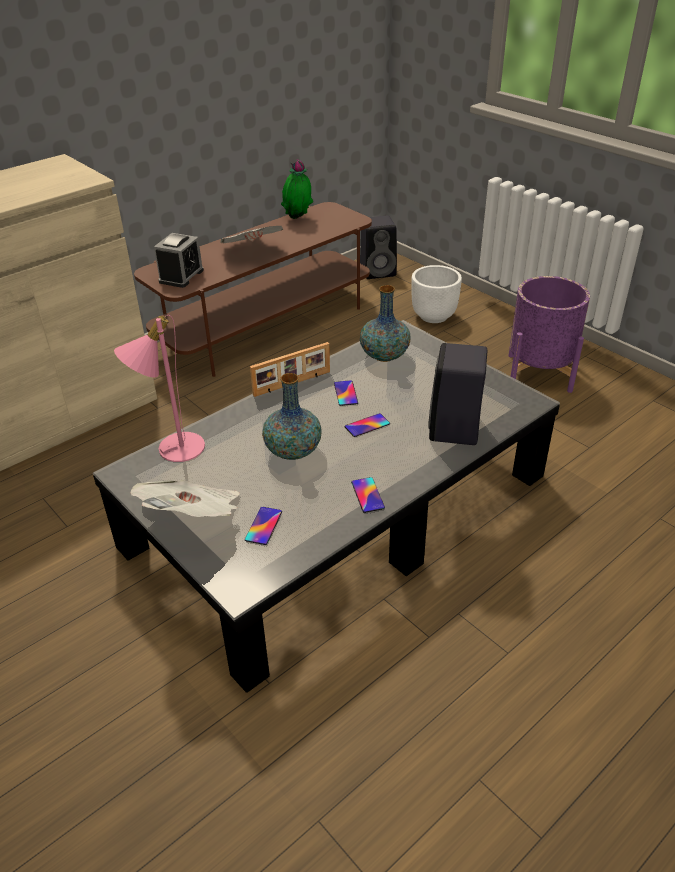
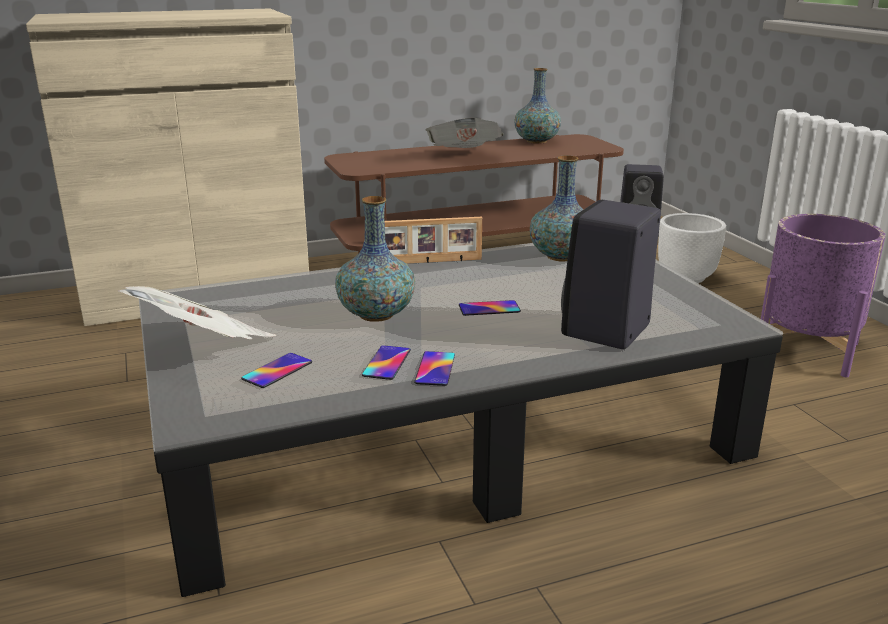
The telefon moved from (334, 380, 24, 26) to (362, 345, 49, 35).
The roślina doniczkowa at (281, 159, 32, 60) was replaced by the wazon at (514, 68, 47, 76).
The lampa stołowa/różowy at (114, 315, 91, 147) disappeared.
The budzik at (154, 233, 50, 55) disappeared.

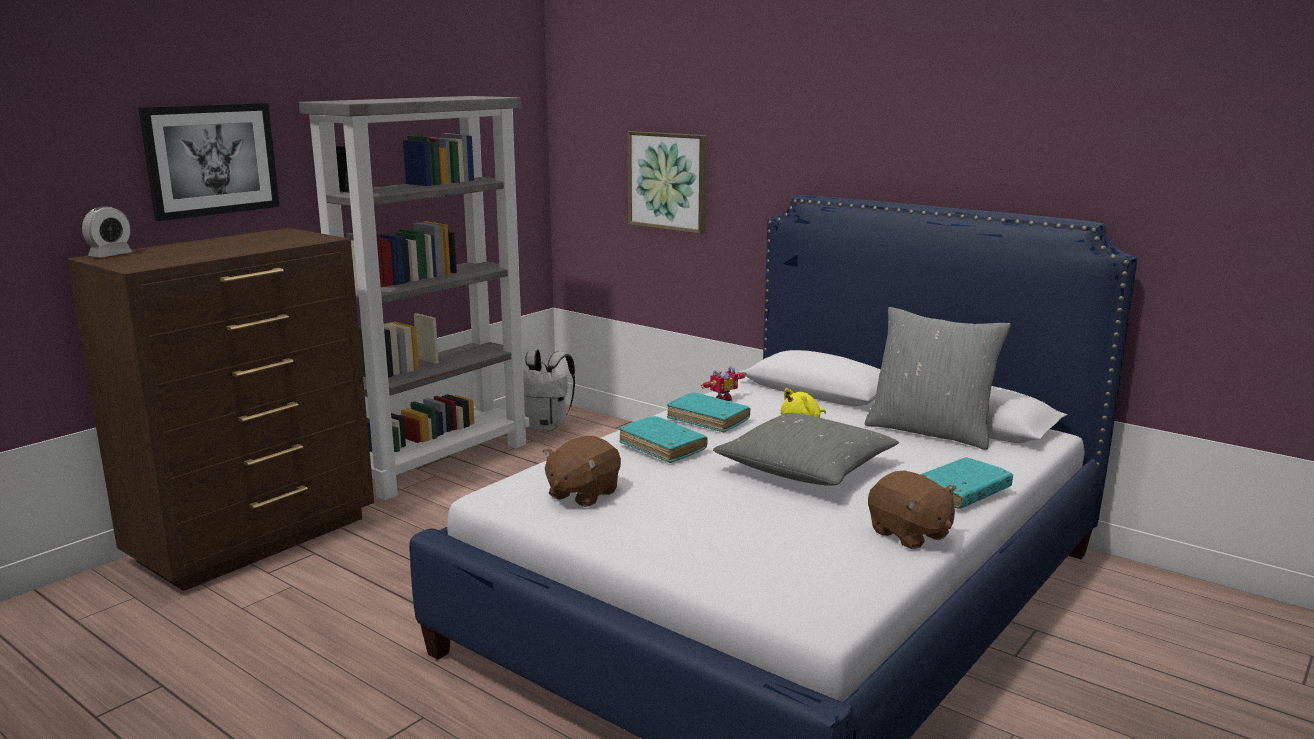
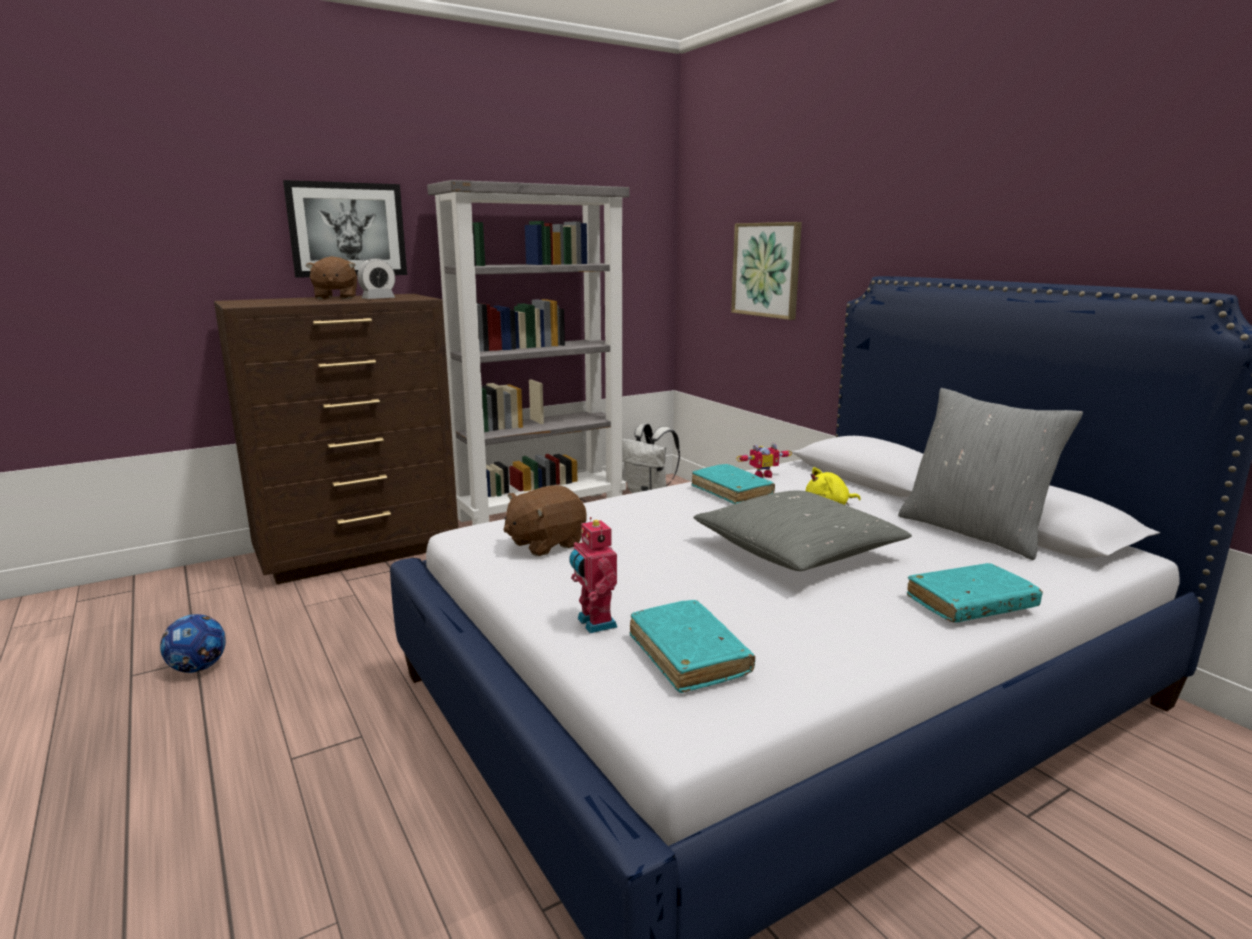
The piłka futbolowa at (160, 614, 66, 59) appeared.
The pluszak/brązowy moved from (868, 471, 89, 78) to (305, 256, 52, 44).
The budzik moved from (82, 206, 51, 51) to (357, 258, 38, 41).
The robot zabawkowy at (569, 517, 48, 116) appeared.
The książka/turkusowy moved from (619, 416, 89, 47) to (630, 600, 125, 93).

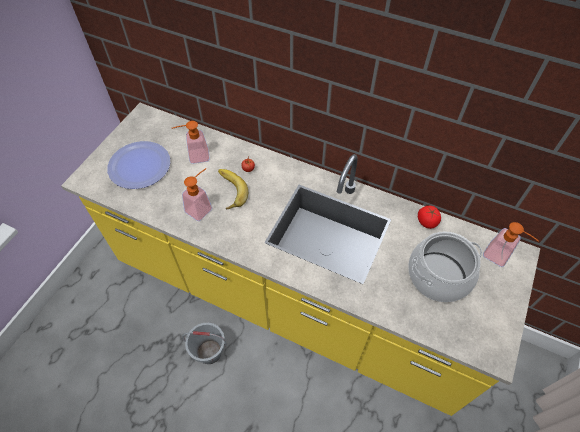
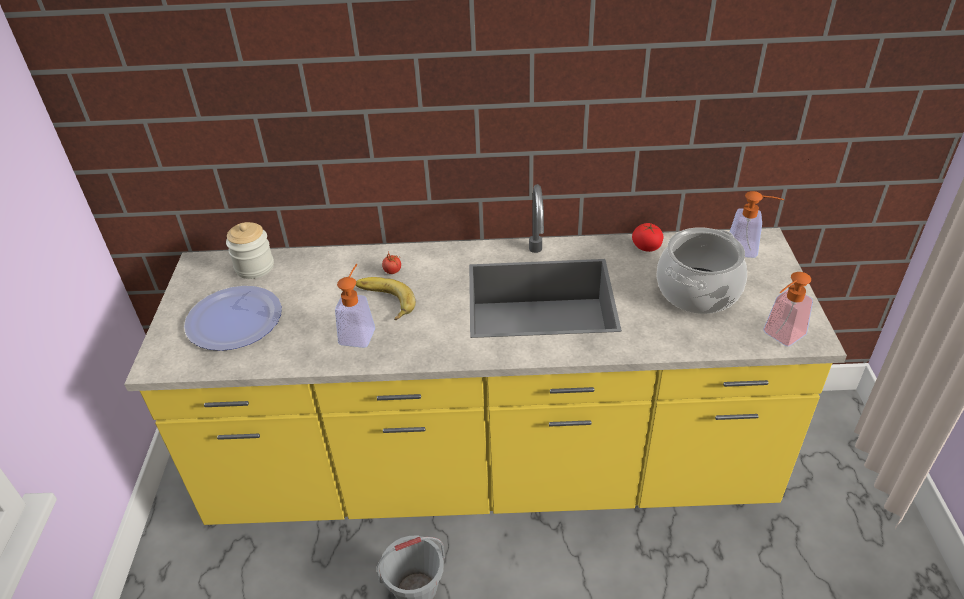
The słoik at (226, 222, 48, 57) appeared.
The dozownik mydła moved from (172, 121, 38, 43) to (763, 272, 50, 75).

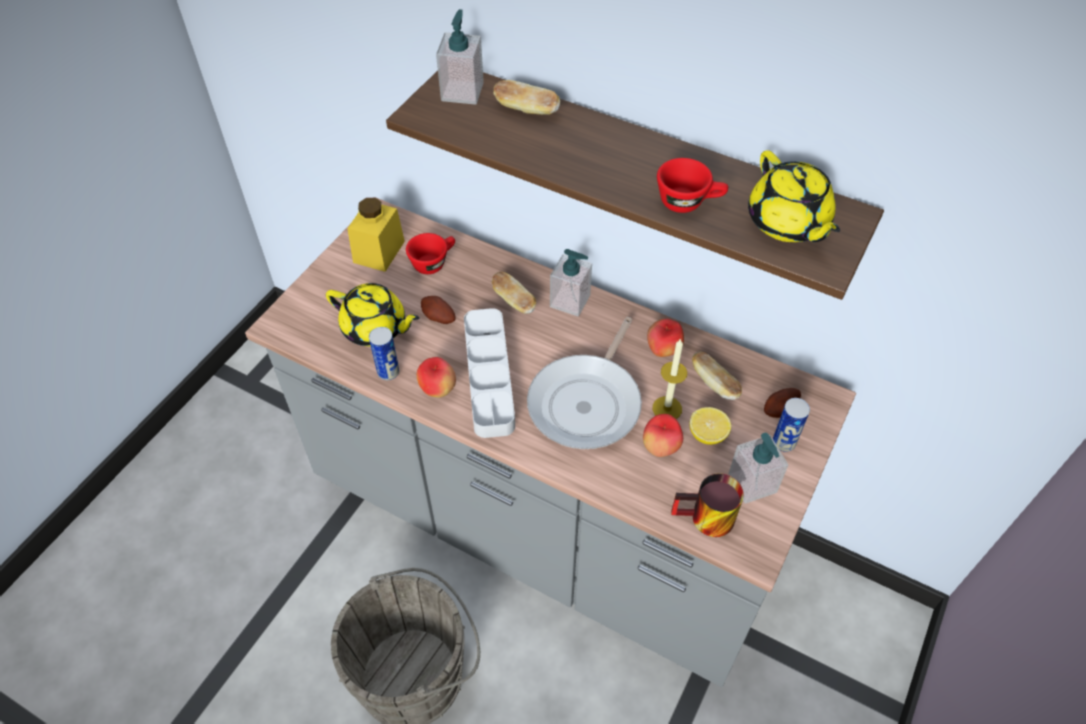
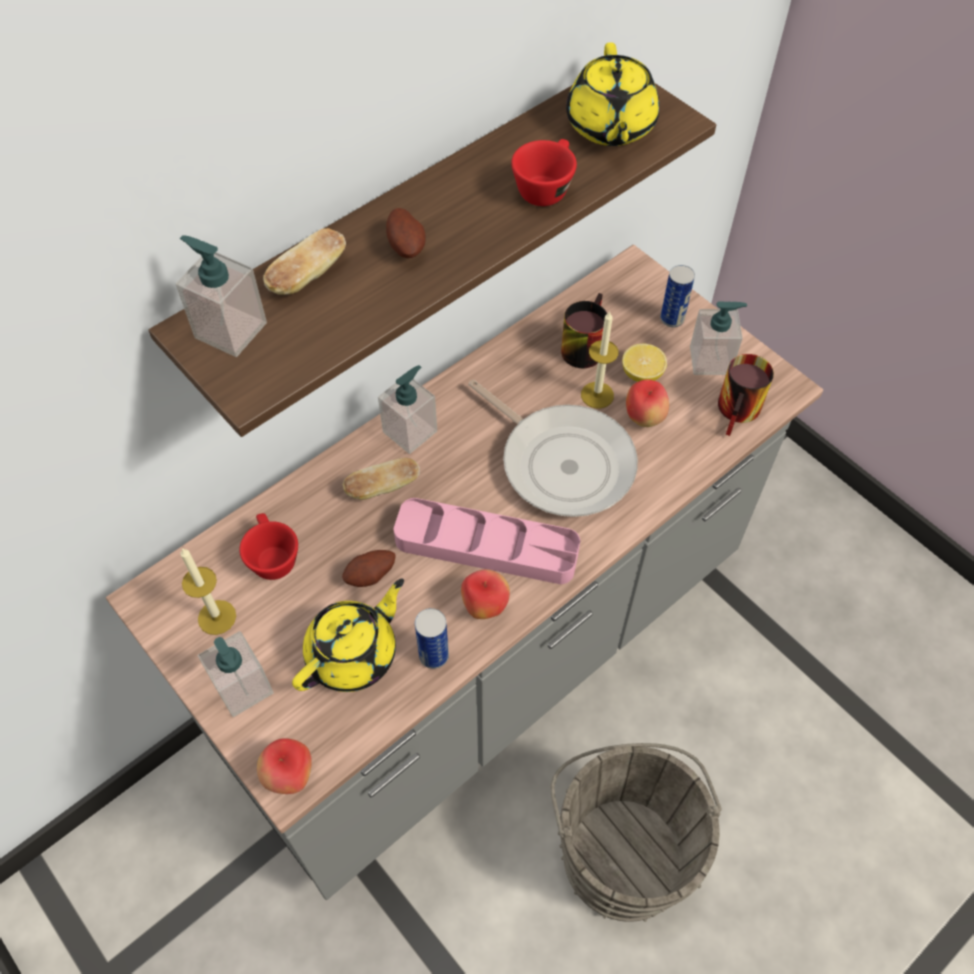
The słoik/żółty at (347, 198, 58, 74) was replaced by the świeca at (180, 548, 56, 87).
The dozownik mydła at (198, 631, 76, 86) appeared.
The jabłko moved from (647, 319, 37, 38) to (257, 738, 55, 56).
The ziemniak moved from (764, 388, 37, 30) to (386, 208, 40, 50).
The taca/szary at (464, 308, 51, 130) became the taca/różowy at (394, 498, 187, 86).
The chleb at (692, 351, 50, 49) was replaced by the kubek at (561, 293, 46, 75).
The imbryk/żółty at (748, 150, 92, 92) turned 90 degrees clockwise.

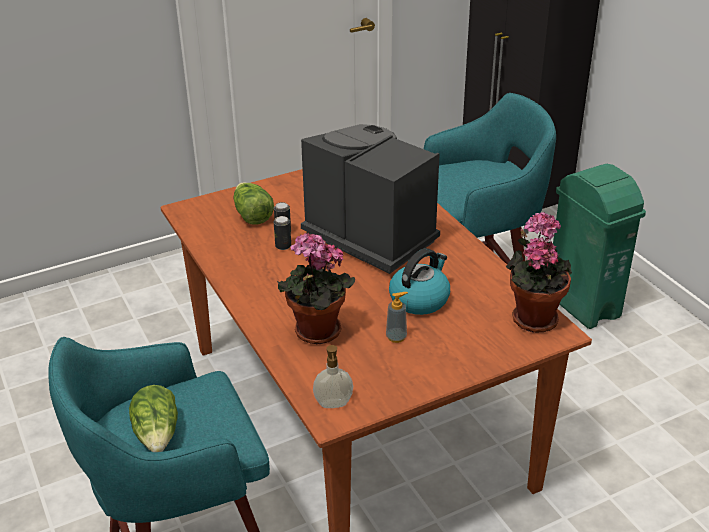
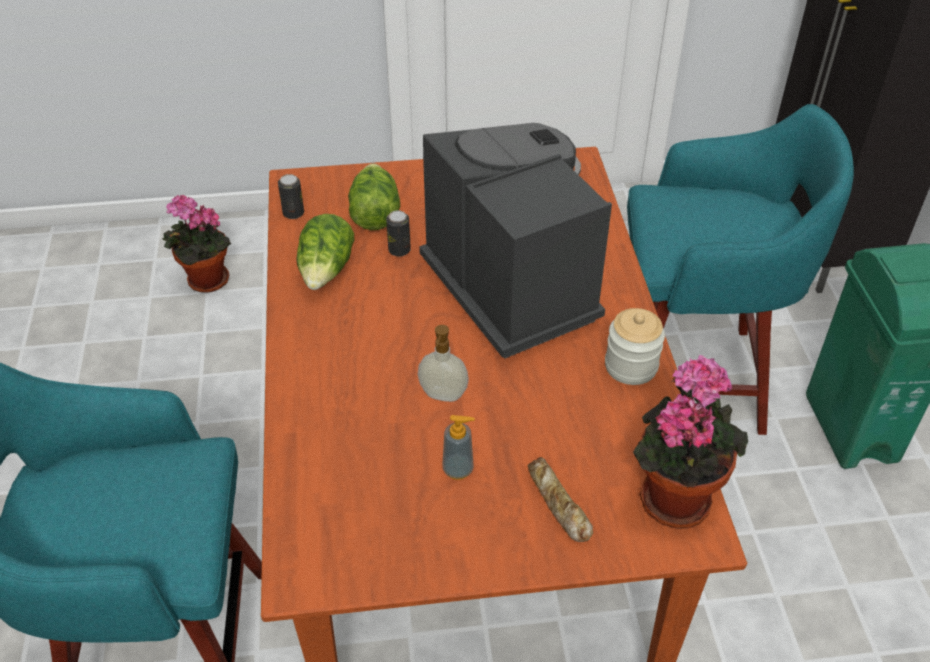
The roślina doniczkowa moved from (277, 233, 78, 112) to (162, 195, 69, 97).
The puszka moved from (274, 216, 17, 34) to (278, 174, 26, 45).
The sałata moved from (129, 385, 49, 67) to (296, 214, 58, 76).
The dozownik mydła moved from (313, 345, 40, 63) to (417, 325, 52, 77).
The chleb at (528, 457, 65, 85) appeared.
The słoik at (605, 308, 60, 77) appeared.
The czajnik at (389, 248, 61, 67) disappeared.

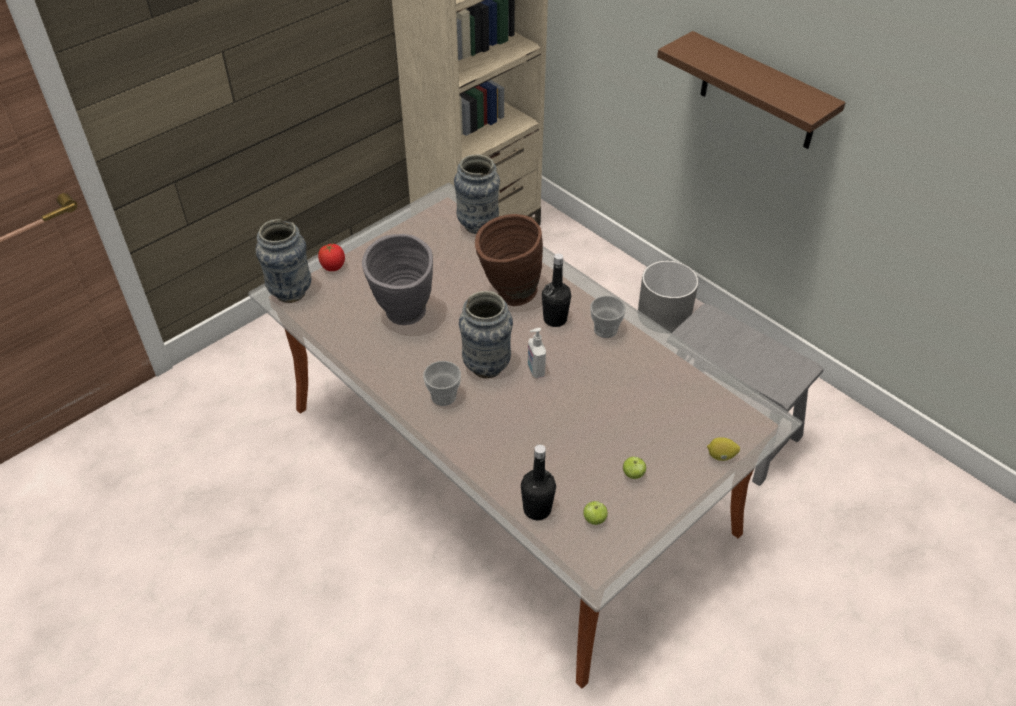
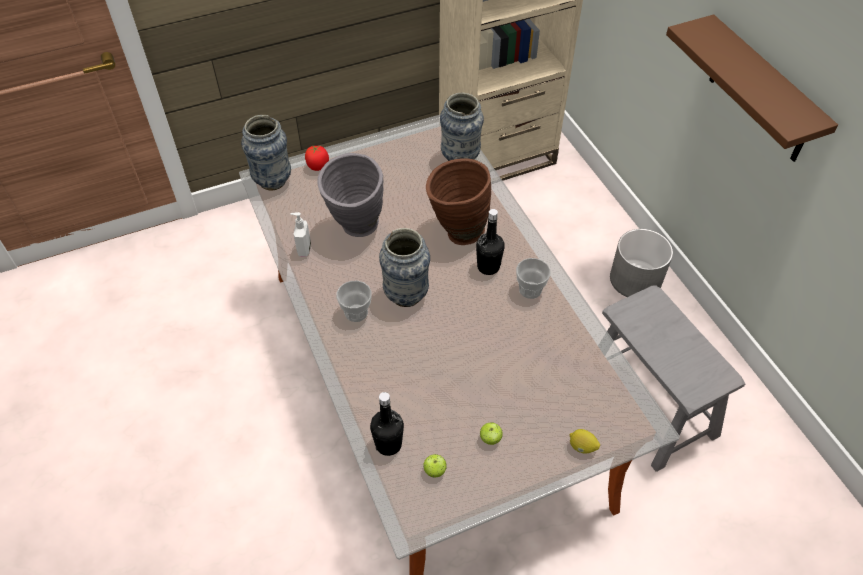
The dozownik mydła moved from (528, 328, 18, 50) to (290, 212, 21, 45).

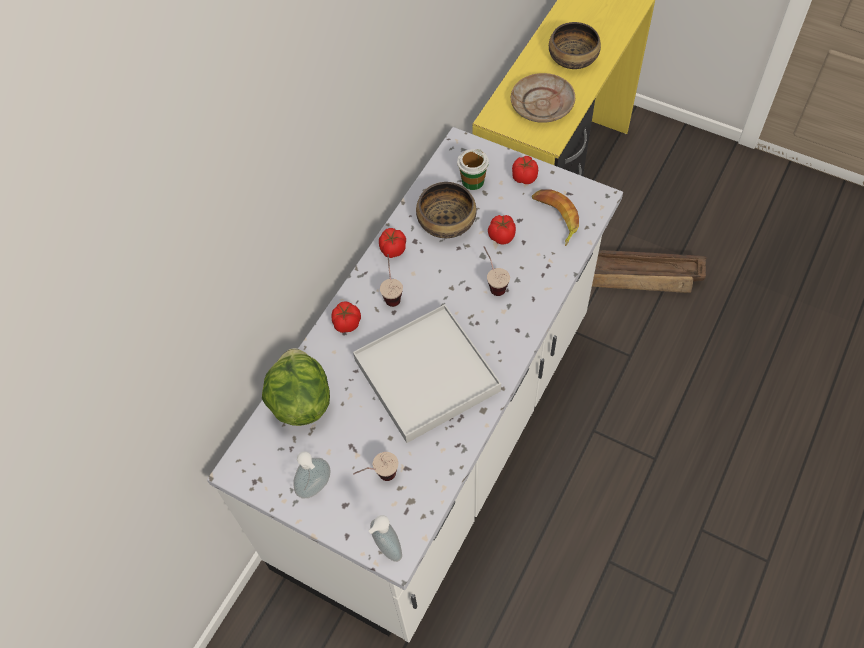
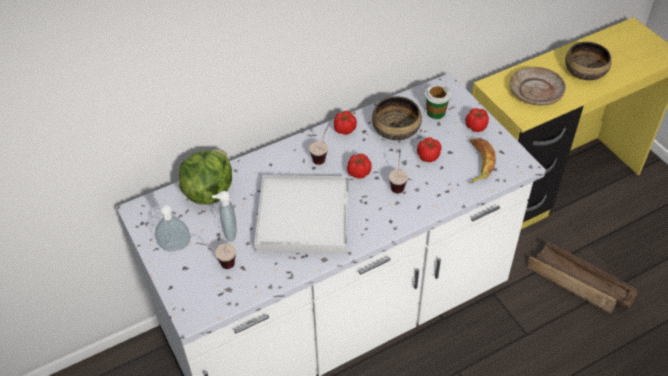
The dozownik mydła moved from (368, 515, 34, 47) to (212, 191, 25, 51).
The pomidor moved from (331, 301, 30, 32) to (347, 154, 25, 25).

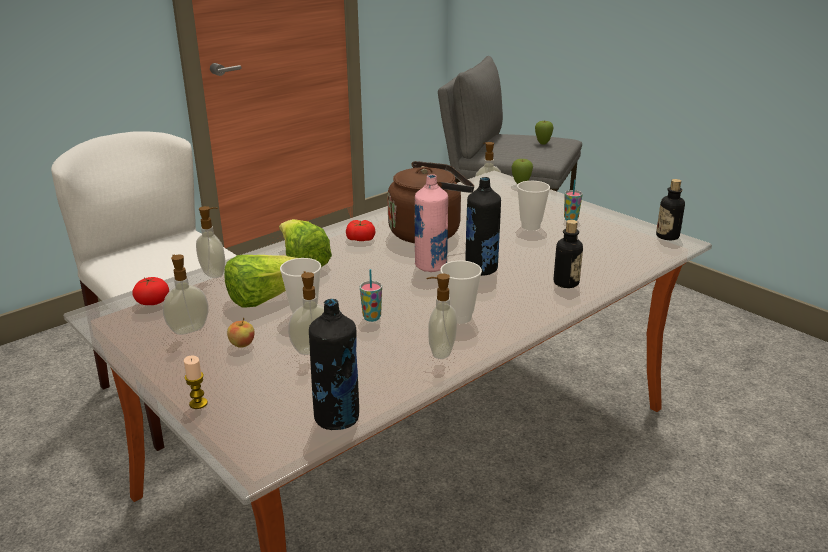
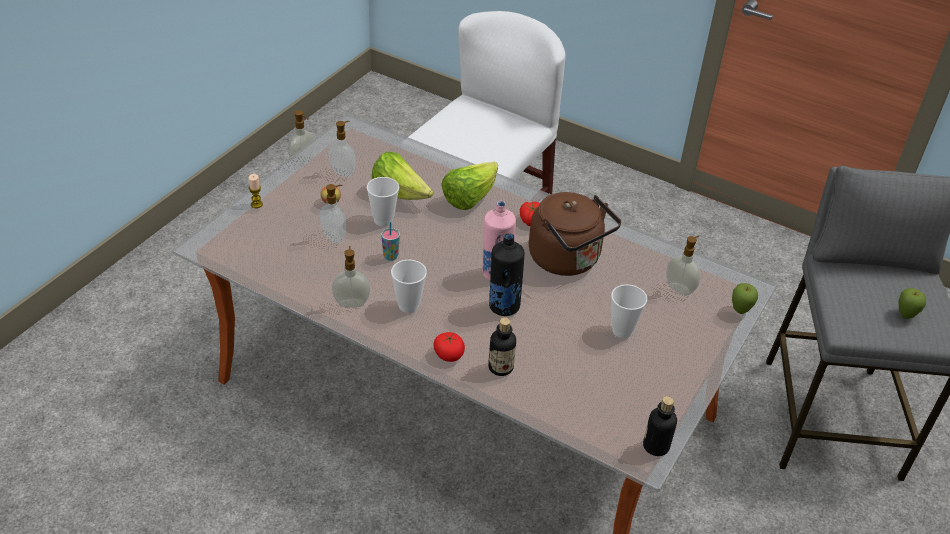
The dozownik mydła moved from (196, 206, 29, 72) to (289, 110, 26, 57).
The pomidor moved from (132, 277, 37, 28) to (434, 332, 31, 30).
The butelka/czarny at (309, 299, 50, 131) disappeared.
The filiżanka at (564, 179, 18, 42) disappeared.

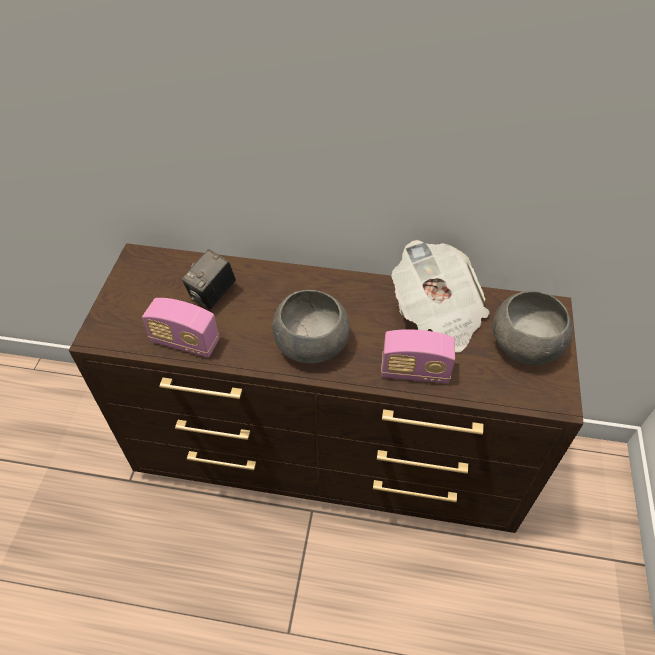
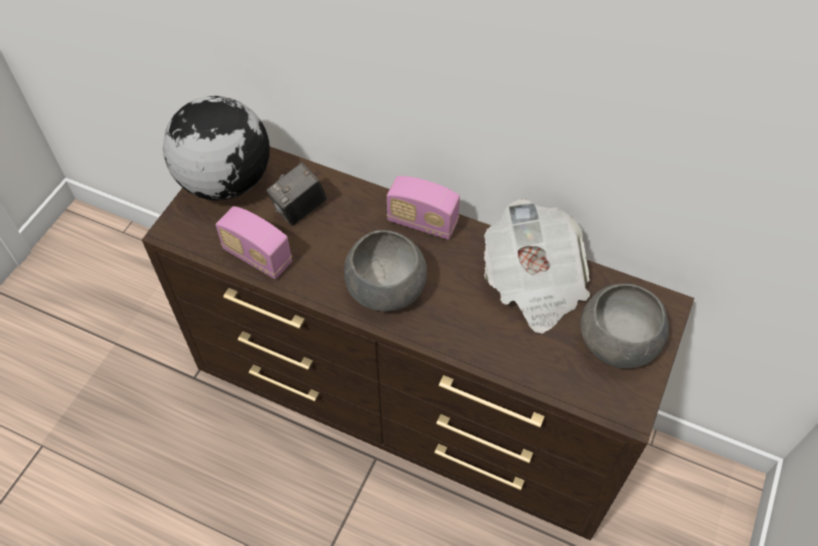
The globus at (163, 96, 107, 104) appeared.
The radio moved from (381, 329, 74, 55) to (387, 176, 73, 64).

